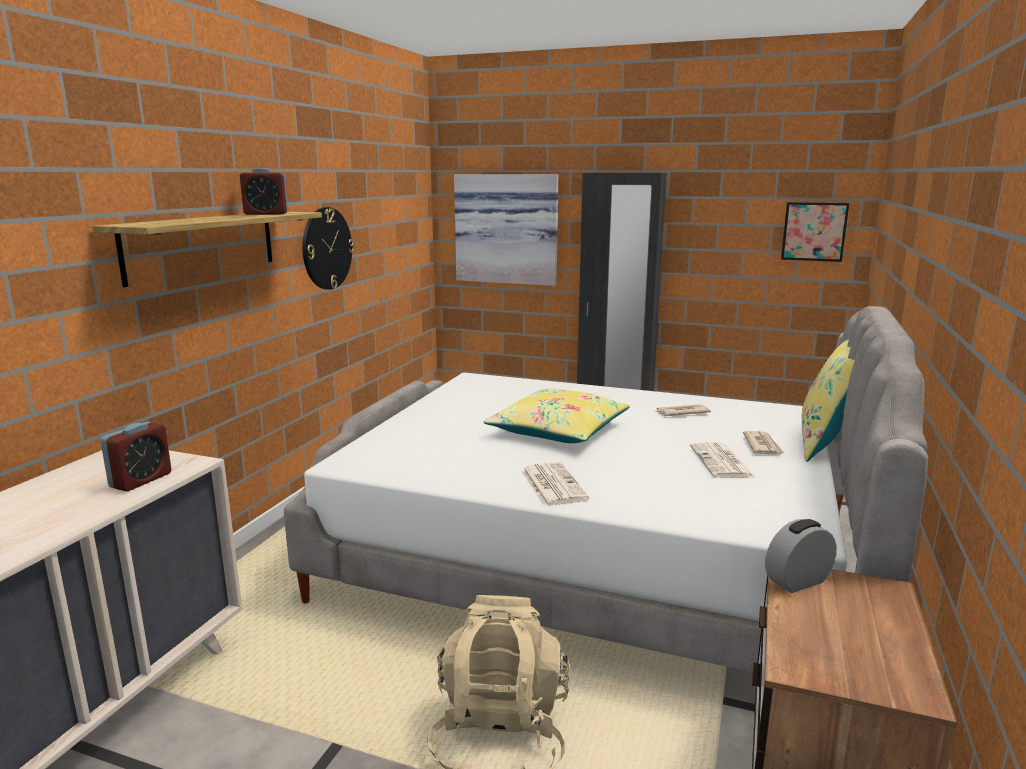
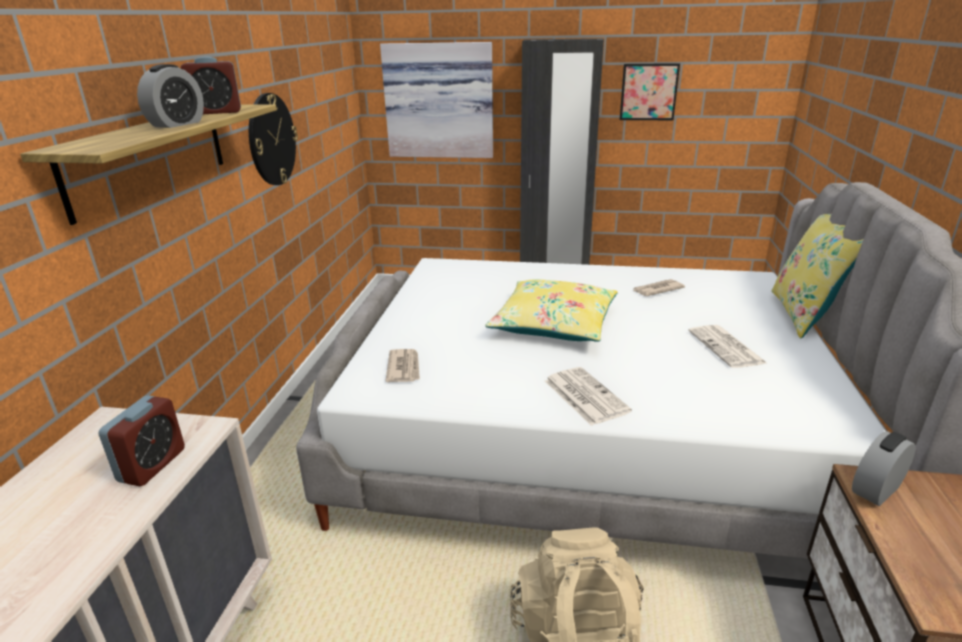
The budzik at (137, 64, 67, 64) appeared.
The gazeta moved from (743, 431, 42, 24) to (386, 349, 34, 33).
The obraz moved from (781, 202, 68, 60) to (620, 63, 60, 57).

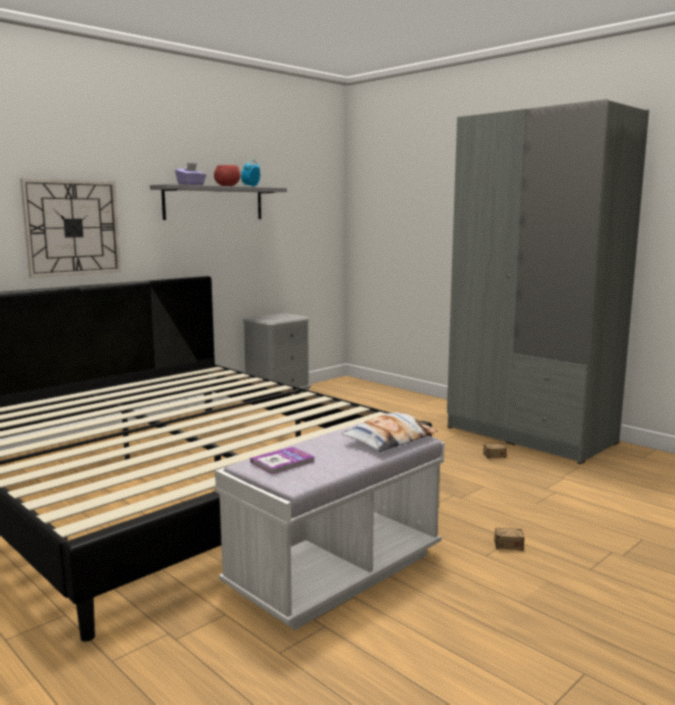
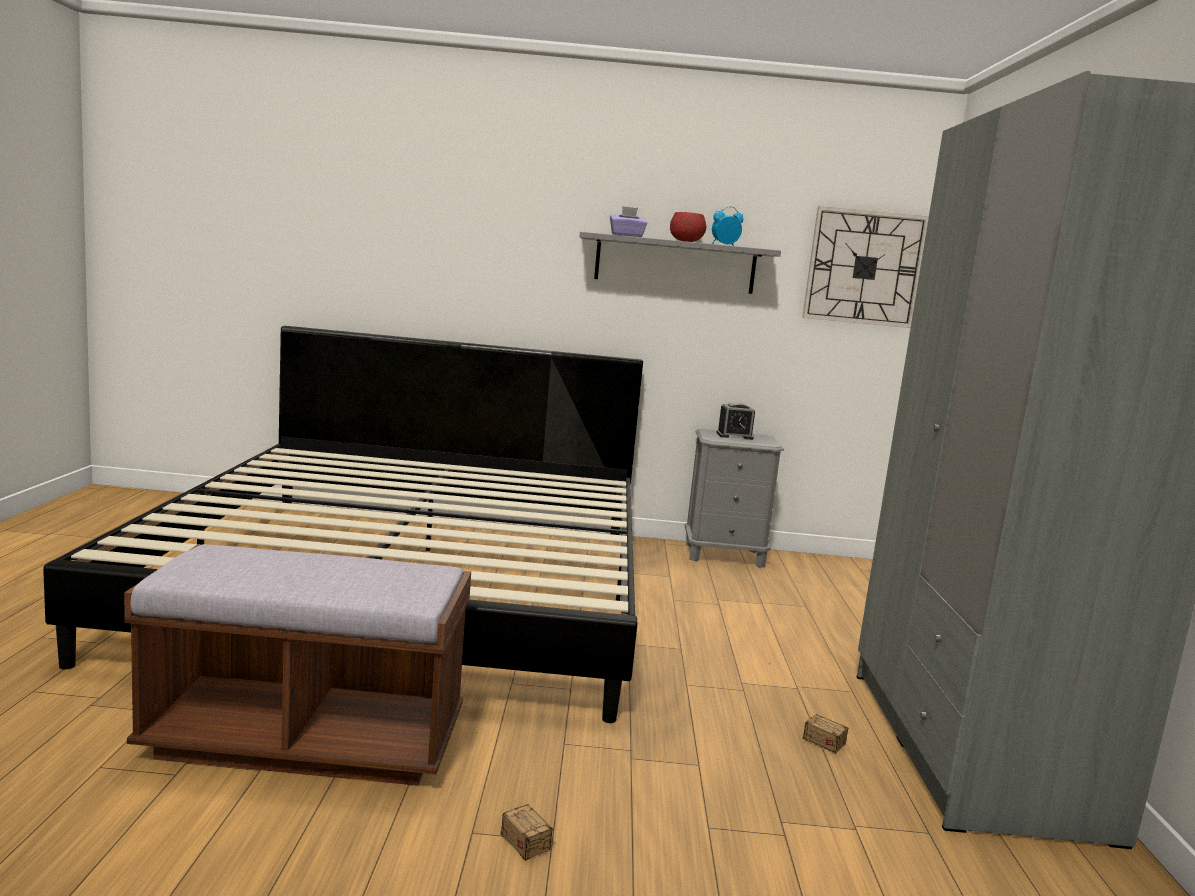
The ławka/biały at (215, 423, 230, 207) became the ławka/brązowy at (124, 544, 347, 242).
The budzik at (716, 403, 39, 37) appeared.
The zegar ścienny moved from (20, 178, 101, 100) to (802, 206, 127, 122).
The książka at (250, 447, 65, 27) disappeared.
The poduszka at (341, 412, 96, 40) disappeared.

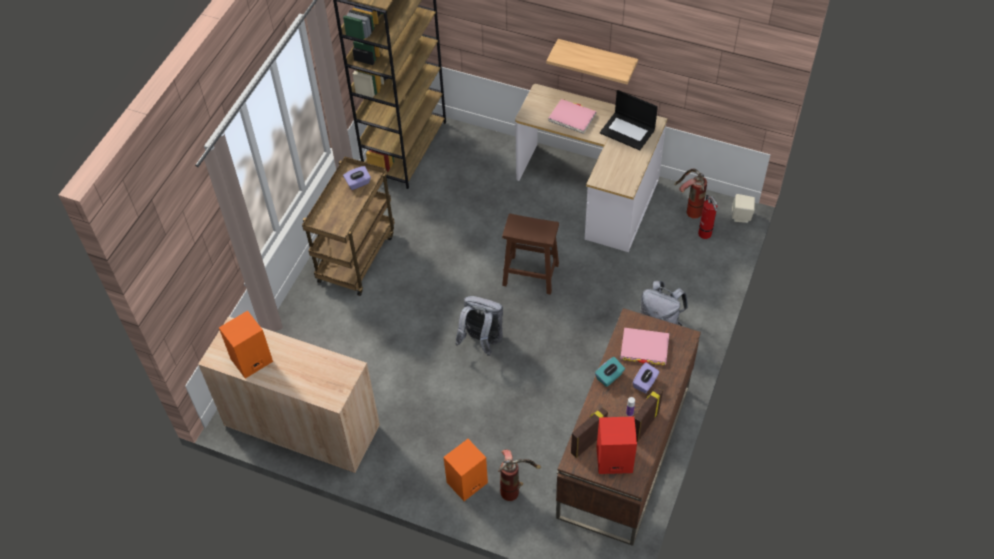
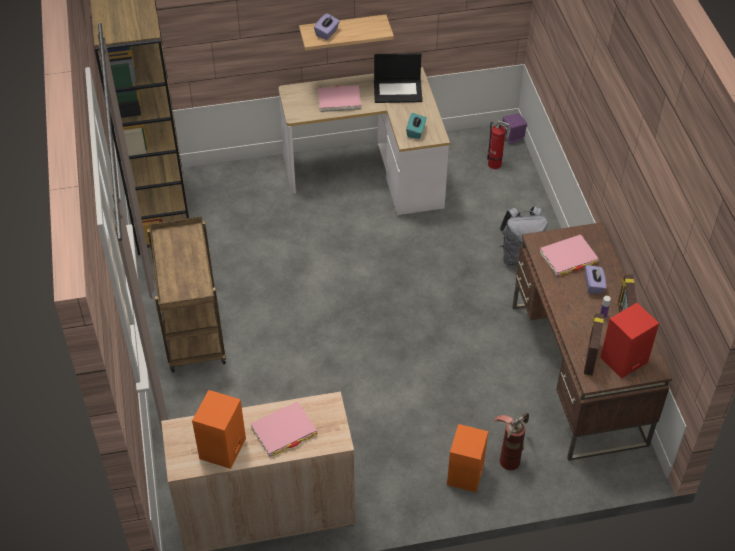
The książka/różowy at (251, 401, 66, 56) appeared.
The pudełko chusteczek/fioletowy moved from (343, 166, 28, 24) to (314, 13, 26, 27).
The pudełko chusteczek/turkusowy moved from (595, 357, 30, 30) to (406, 113, 20, 26).
The głośnik/beżowy at (732, 194, 23, 29) became the głośnik/fioletowy at (502, 113, 25, 31).
The plecak/szary at (455, 296, 48, 60) disappeared.
The stołek/brązowy at (502, 214, 57, 81) disappeared.
The gaśnica at (674, 168, 33, 51) disappeared.

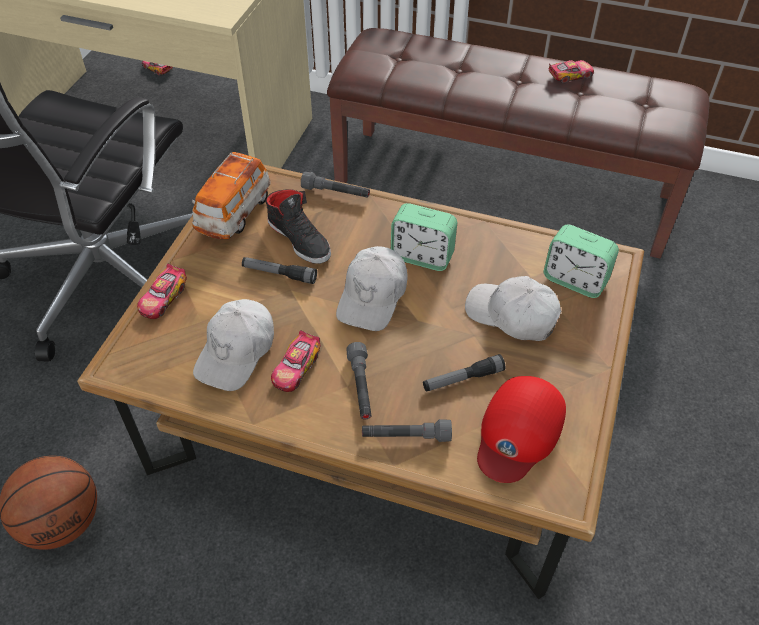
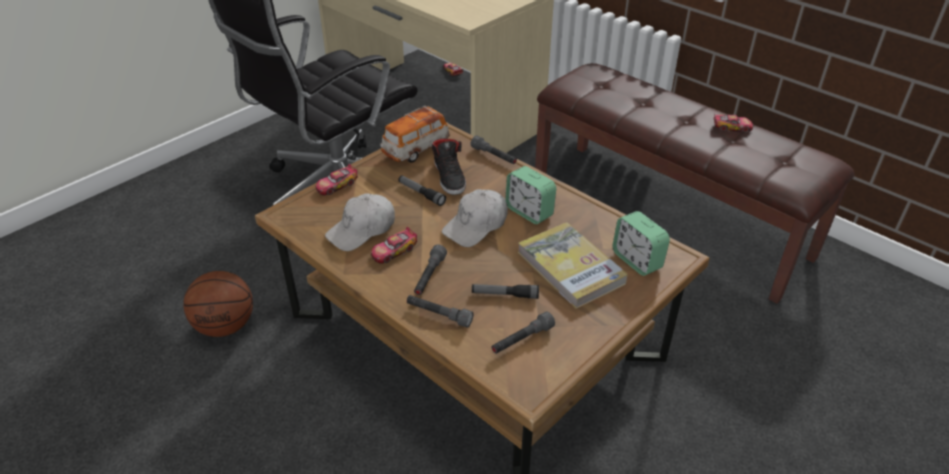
The czapka z daszkiem/czerwony at (477, 376, 89, 107) was replaced by the latarka/szary at (491, 312, 64, 42).
The czapka z daszkiem/biały at (465, 276, 96, 65) was replaced by the książka at (518, 222, 110, 87).

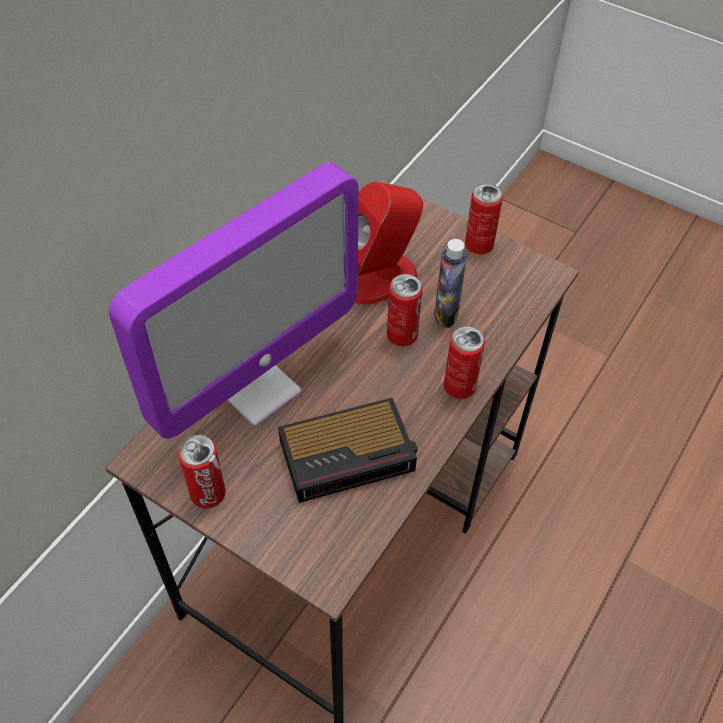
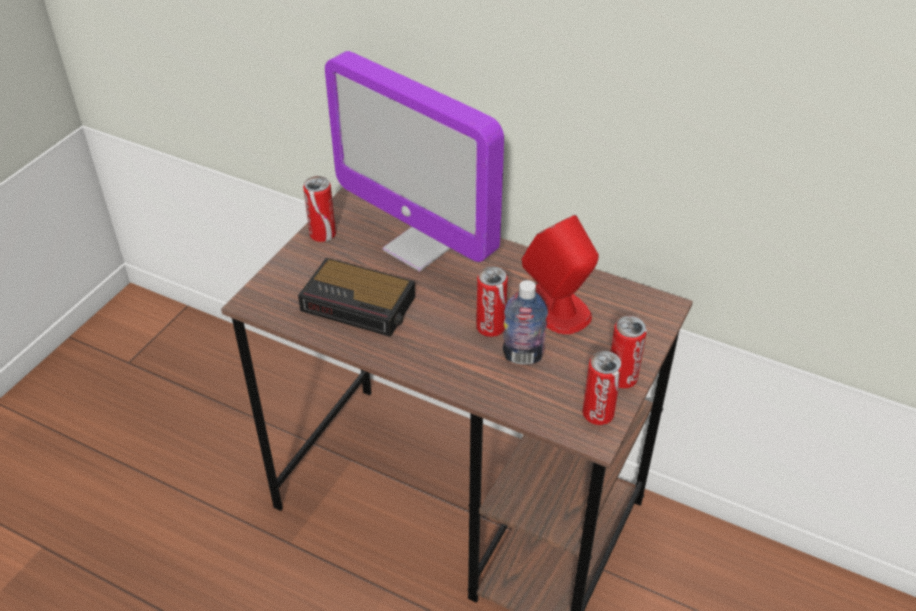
The budzik at (278, 398, 140, 105) turned 45 degrees counterclockwise.
The puszka moved from (444, 326, 41, 73) to (583, 351, 40, 74).

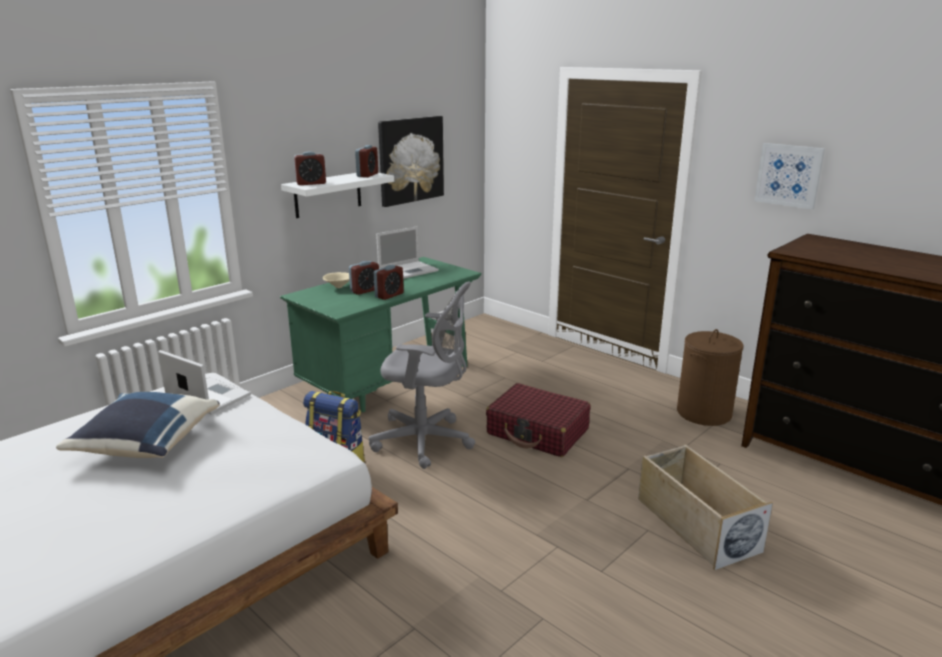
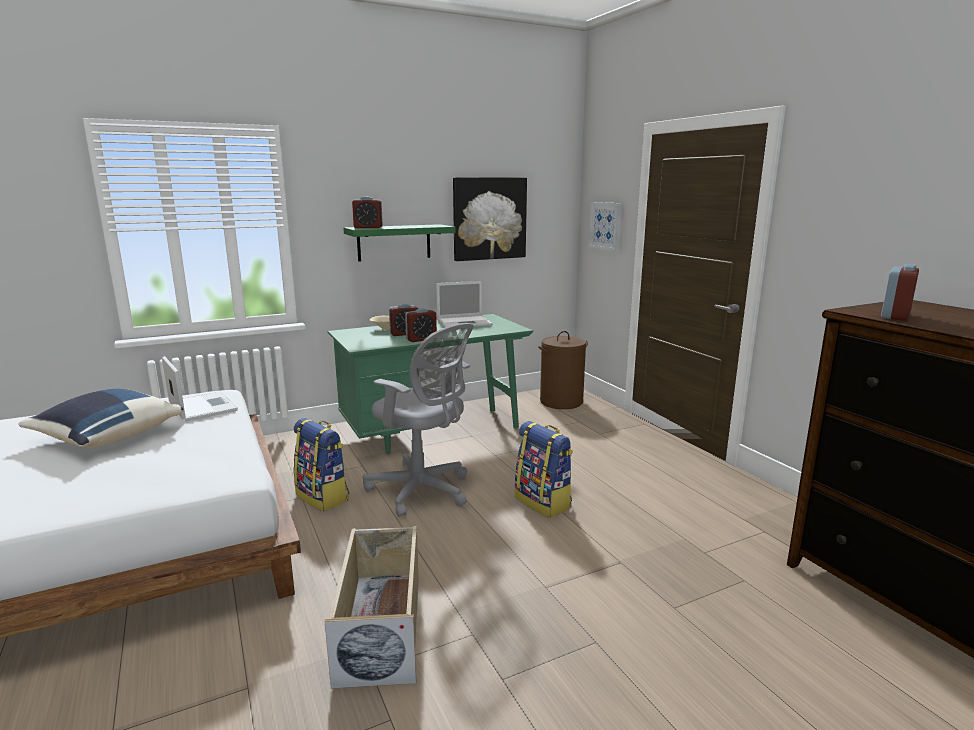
The pojemnik do przechowywania/beżowy moved from (638, 444, 135, 126) to (325, 526, 94, 163).
The półka/biały at (281, 173, 113, 45) became the półka/zielony at (343, 224, 113, 38).
The walizka/czerwony at (486, 383, 104, 74) was replaced by the plecak at (515, 421, 58, 97).
The kosz na pranie/brązowy moved from (677, 329, 67, 97) to (538, 331, 50, 78).
The obraz moved from (754, 143, 71, 67) to (589, 202, 33, 49).
The budzik moved from (355, 145, 23, 32) to (881, 264, 38, 57).

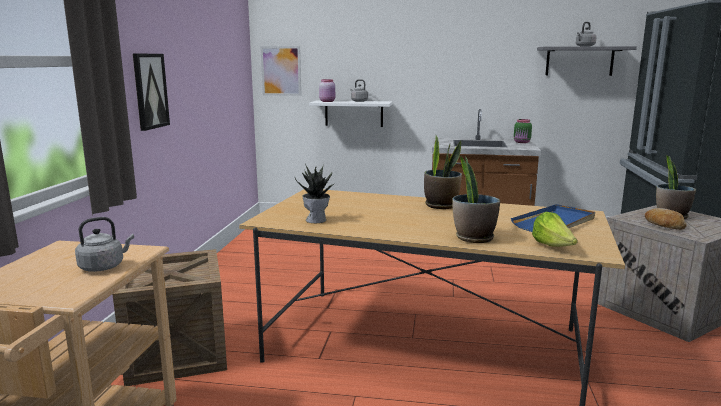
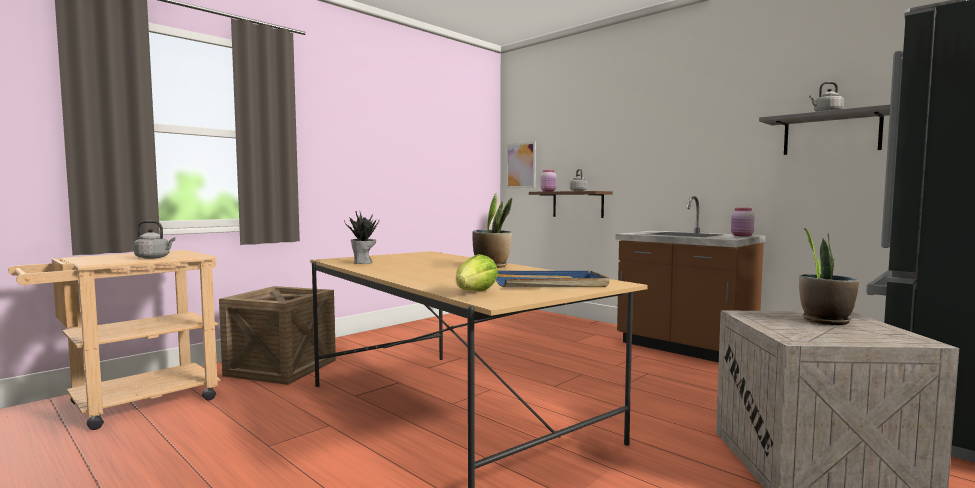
The półka/biały at (309, 100, 84, 27) became the półka/brązowy at (529, 191, 84, 27).
The słoik/zielony at (514, 119, 18, 24) became the słoik/różowy at (731, 208, 24, 28).
The obraz at (133, 53, 37, 78) disappeared.
The roślina doniczkowa at (452, 156, 48, 87) disappeared.
The chleb at (645, 208, 42, 22) disappeared.

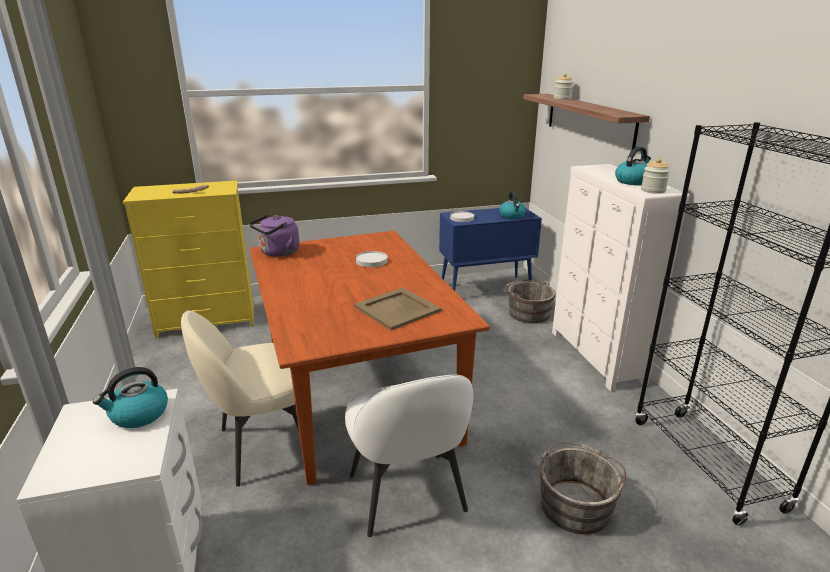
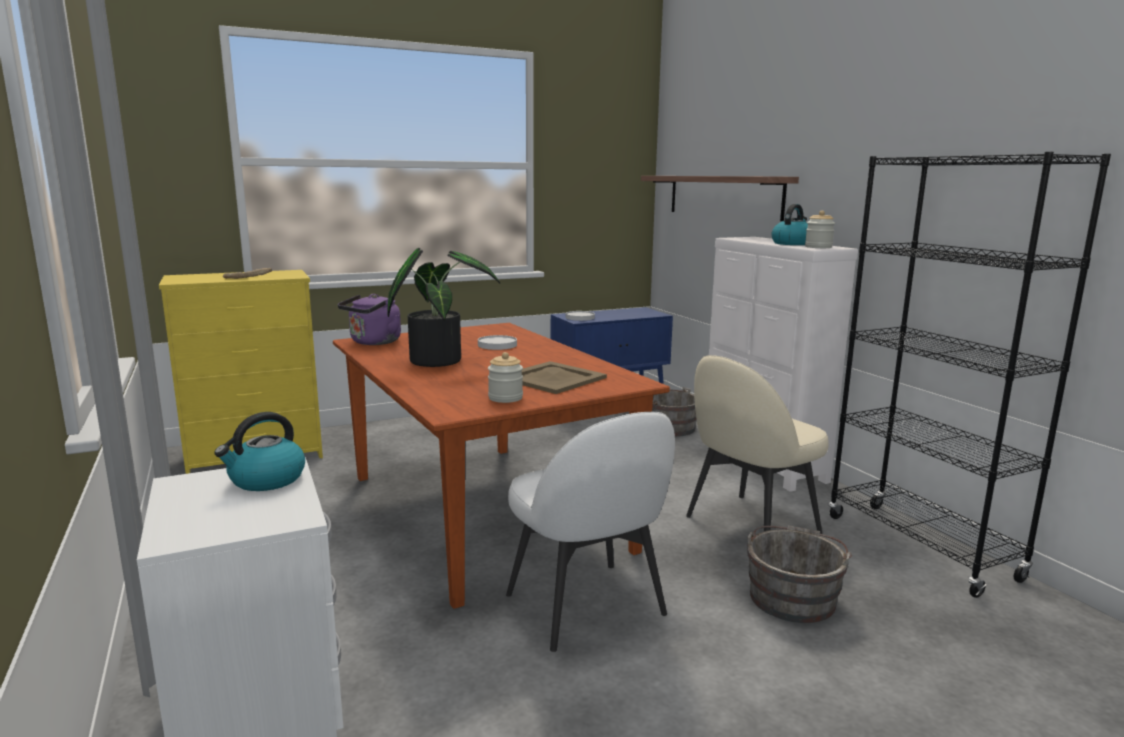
The roślina doniczkowa at (387, 248, 113, 119) appeared.
The słoik moved from (554, 73, 19, 27) to (488, 352, 35, 51).
The krzesło/beżowy moved from (181, 310, 118, 177) to (686, 355, 143, 179).
The czajnik at (499, 191, 27, 28) disappeared.

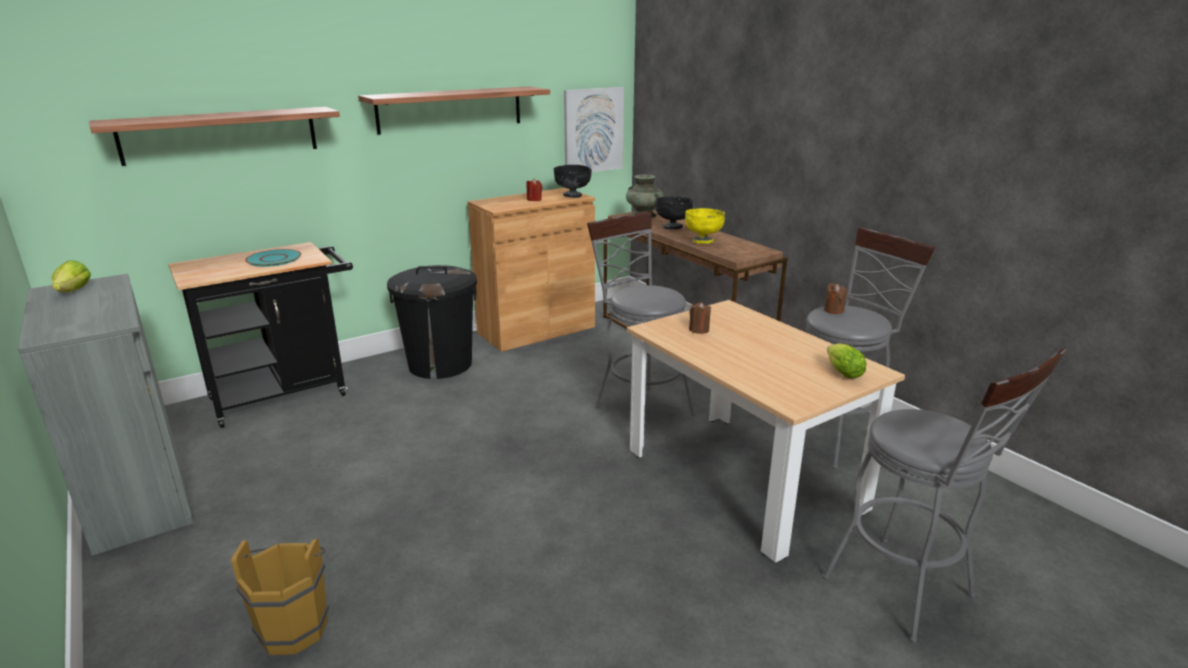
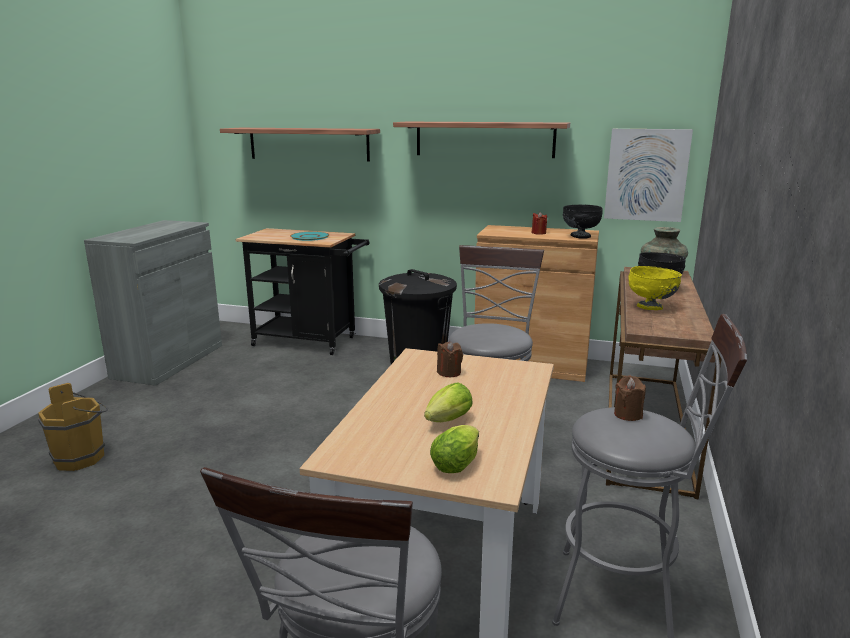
The sałata moved from (52, 260, 39, 32) to (424, 382, 49, 40).

